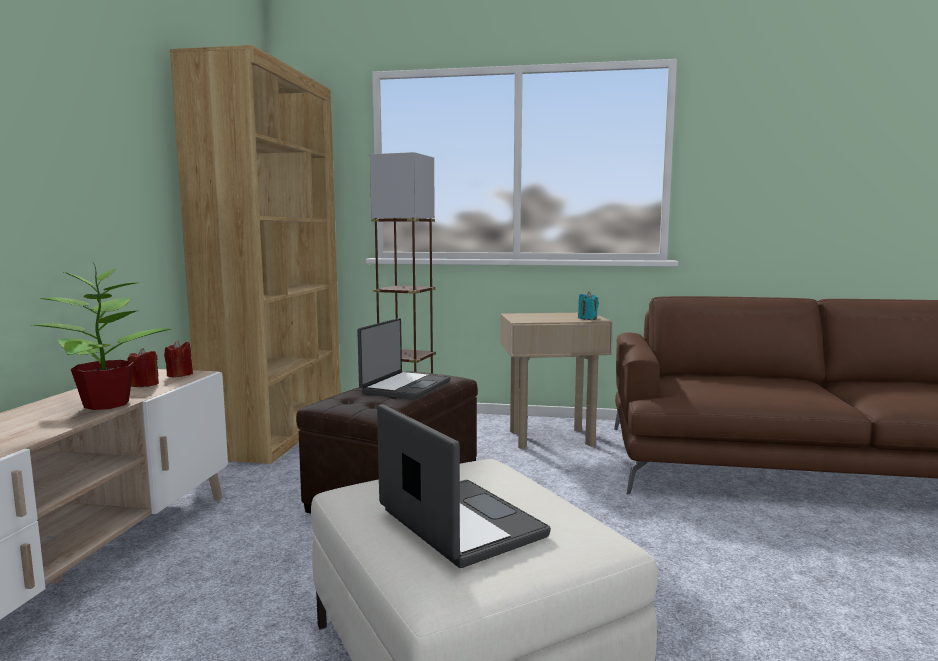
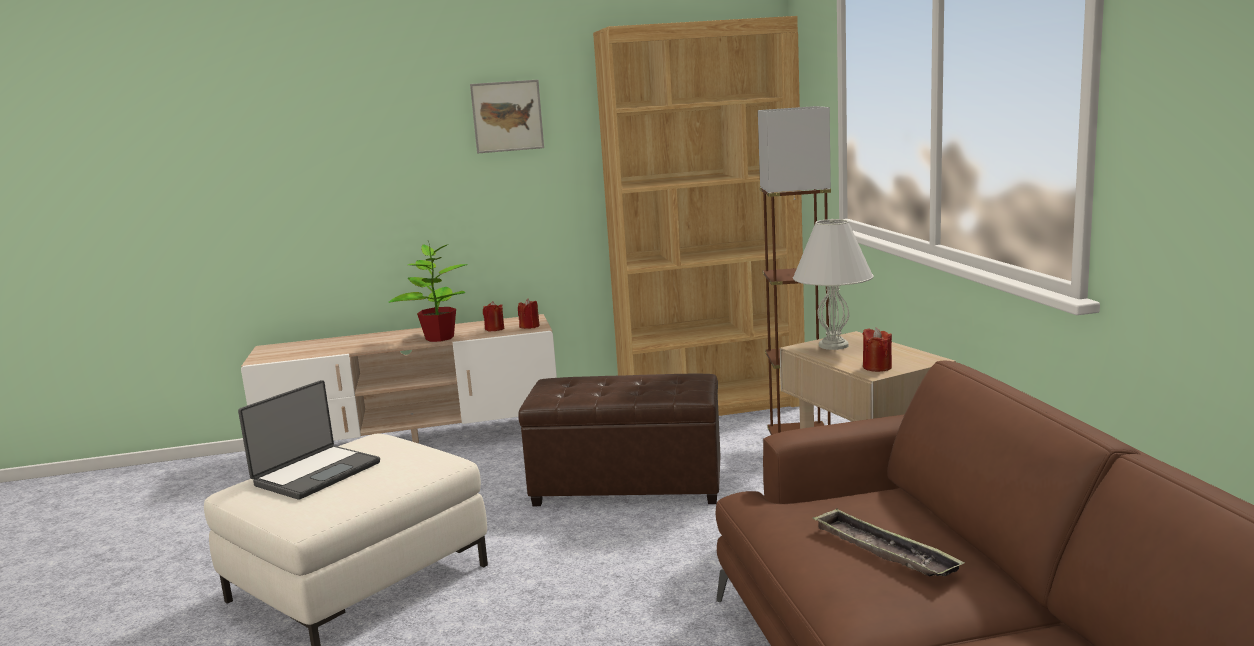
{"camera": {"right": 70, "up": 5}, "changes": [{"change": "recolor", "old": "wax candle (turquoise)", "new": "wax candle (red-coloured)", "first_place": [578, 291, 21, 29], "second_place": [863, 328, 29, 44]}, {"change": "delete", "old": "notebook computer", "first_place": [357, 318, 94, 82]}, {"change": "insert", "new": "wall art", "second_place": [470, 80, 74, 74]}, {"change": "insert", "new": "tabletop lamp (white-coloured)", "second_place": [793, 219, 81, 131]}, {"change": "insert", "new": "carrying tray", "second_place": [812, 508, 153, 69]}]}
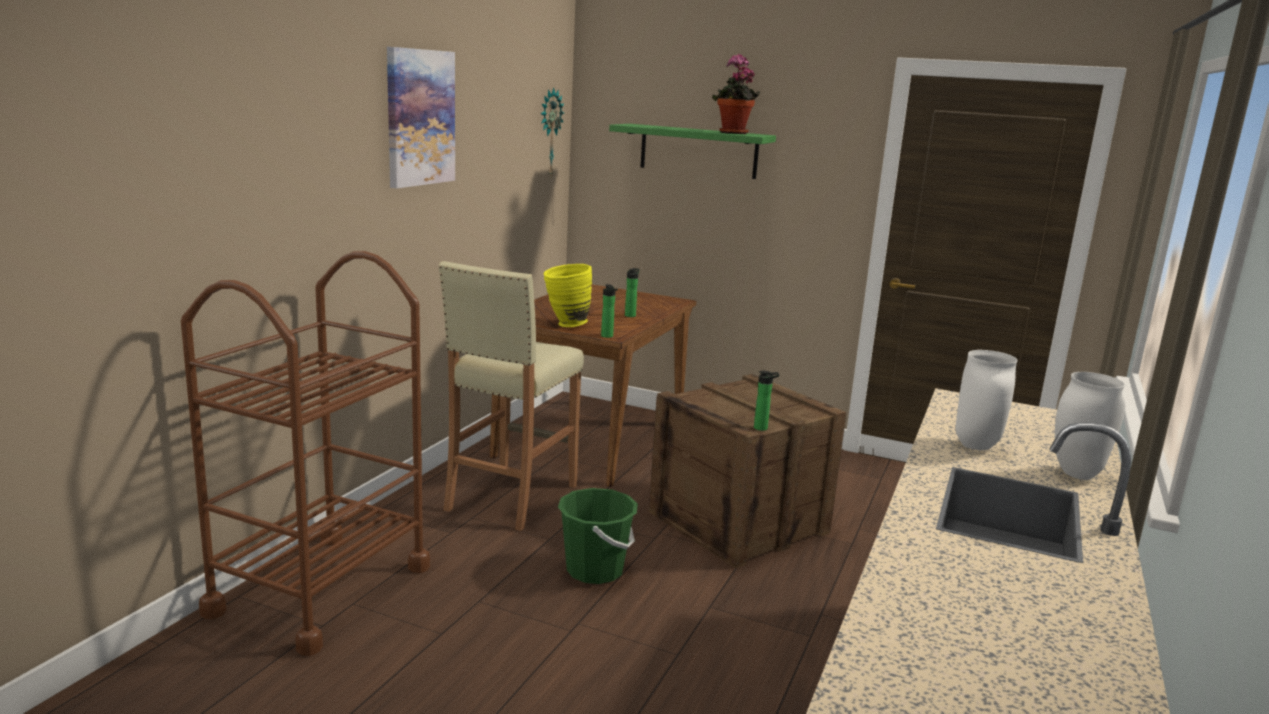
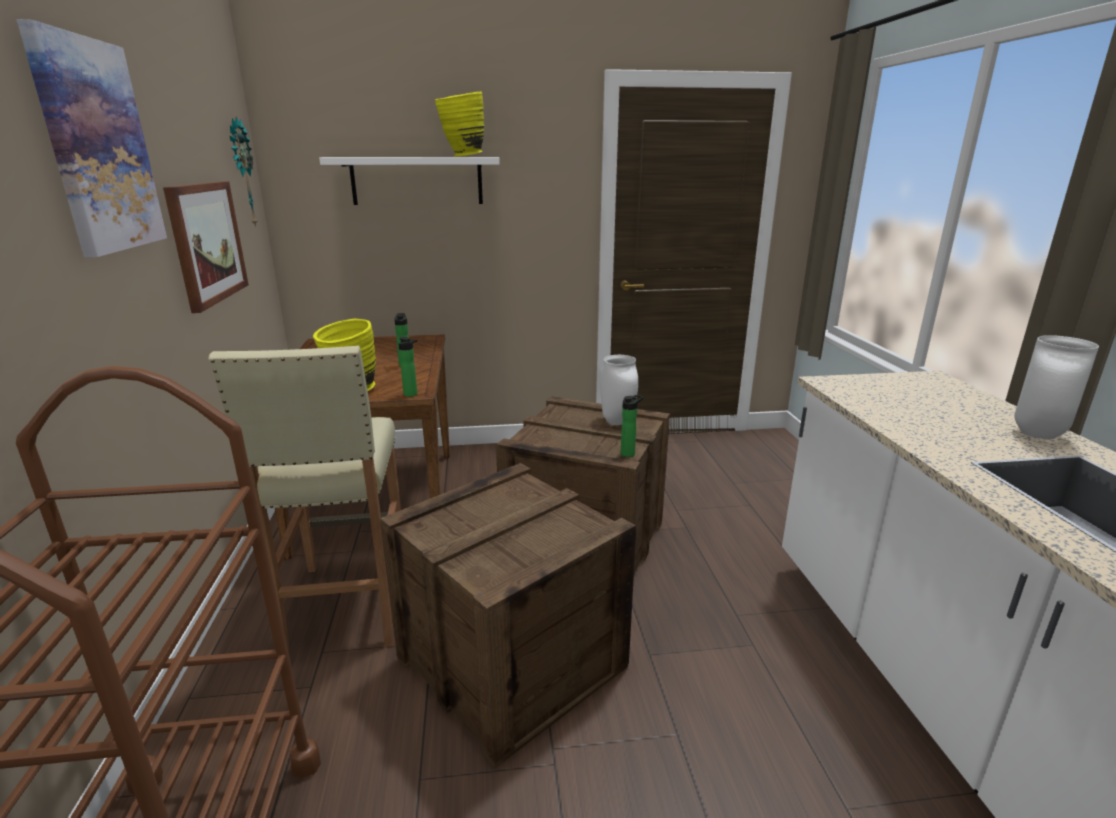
{"camera": {"right": -30, "up": 5}, "changes": [{"change": "replace", "old": "potted plant", "new": "decorative vase (yellow)", "first_place": [712, 54, 48, 80], "second_place": [435, 91, 49, 66]}, {"change": "recolor", "old": "bracket shelf (green-coloured)", "new": "bracket shelf (white-coloured)", "first_place": [609, 124, 167, 55], "second_place": [319, 157, 181, 48]}, {"change": "move", "old": "decorative vase (white-coloured)", "first_place": [955, 350, 62, 100], "second_place": [600, 355, 38, 70]}, {"change": "replace", "old": "pail (green-coloured)", "new": "shipping crate", "first_place": [558, 488, 80, 96], "second_place": [380, 463, 256, 305]}, {"change": "insert", "new": "wall art", "second_place": [163, 181, 86, 132]}]}
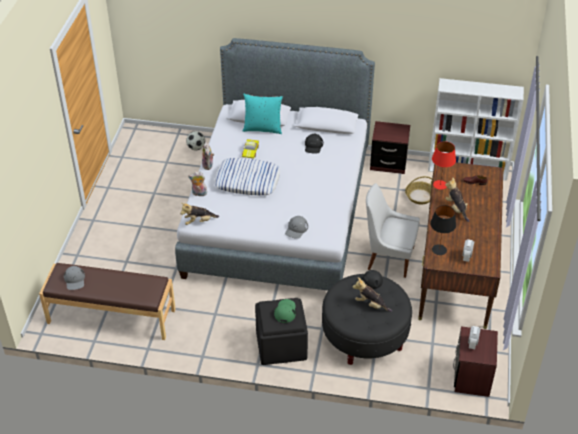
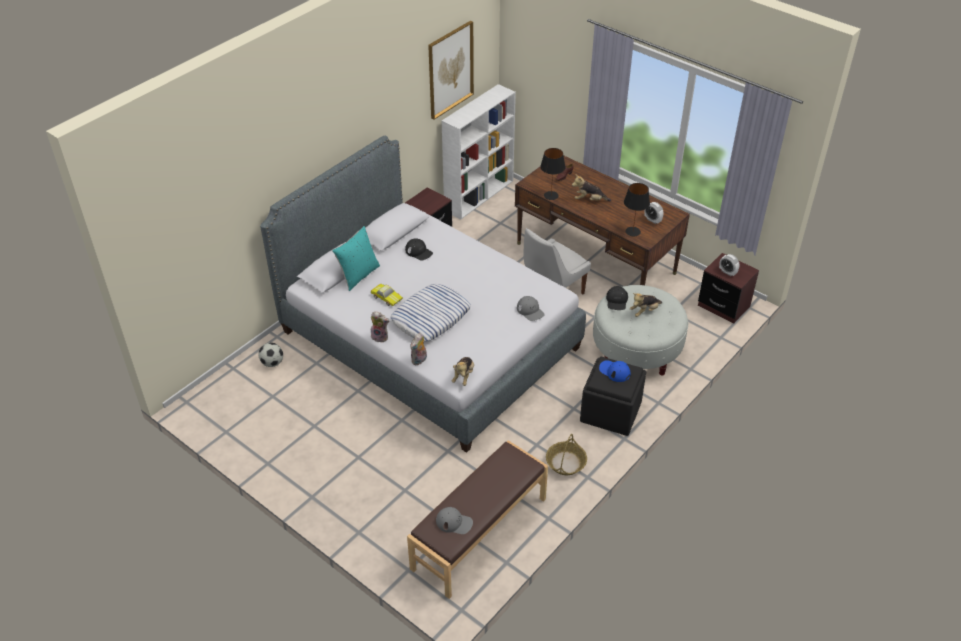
{"camera": {"right": -60, "up": 0}, "changes": [{"change": "recolor", "old": "tabletop lamp (red-coloured)", "new": "tabletop lamp (black)", "first_place": [432, 141, 24, 49], "second_place": [540, 148, 26, 52]}, {"change": "move", "old": "household basket", "first_place": [405, 176, 27, 28], "second_place": [546, 434, 41, 41]}, {"change": "recolor", "old": "pouffe (black)", "new": "pouffe (white-coloured)", "first_place": [322, 274, 90, 91], "second_place": [593, 285, 95, 91]}, {"change": "recolor", "old": "peaked cap (green-coloured)", "new": "peaked cap (blue)", "first_place": [274, 299, 22, 24], "second_place": [599, 360, 32, 22]}, {"change": "insert", "new": "wall art", "second_place": [428, 21, 46, 99]}]}
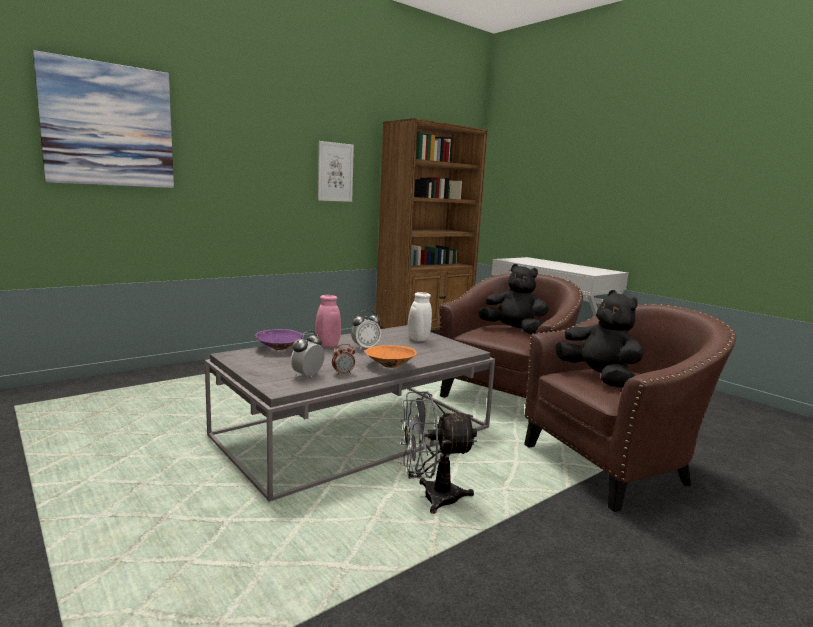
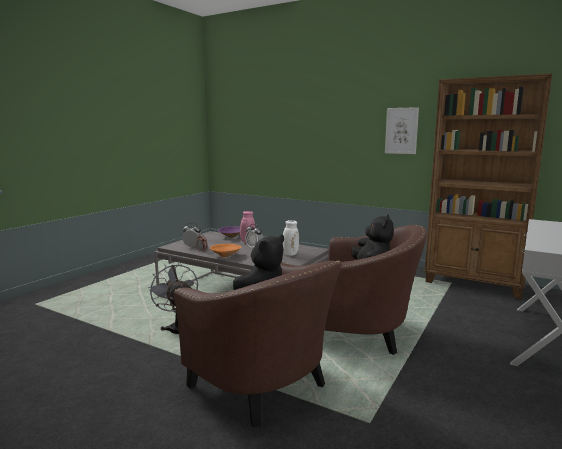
{"camera": {"right": 70, "up": 0}, "changes": [{"change": "delete", "old": "wall art", "first_place": [33, 50, 141, 138]}]}
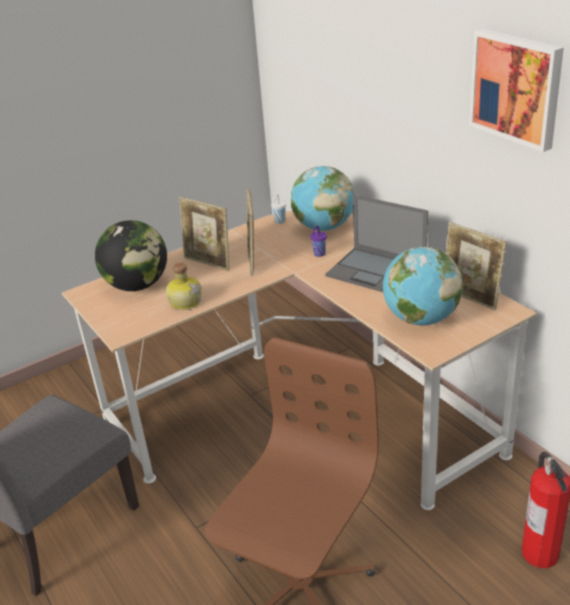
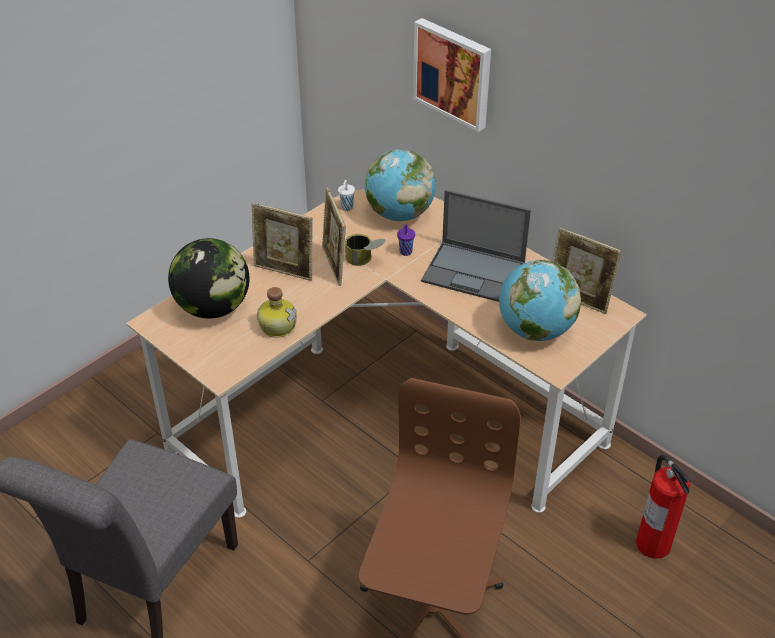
{"camera": {"right": -15, "up": 10}, "changes": [{"change": "move", "old": "wall art", "first_place": [469, 29, 95, 123], "second_place": [413, 18, 78, 114]}, {"change": "insert", "new": "metal can", "second_place": [345, 234, 41, 32]}]}
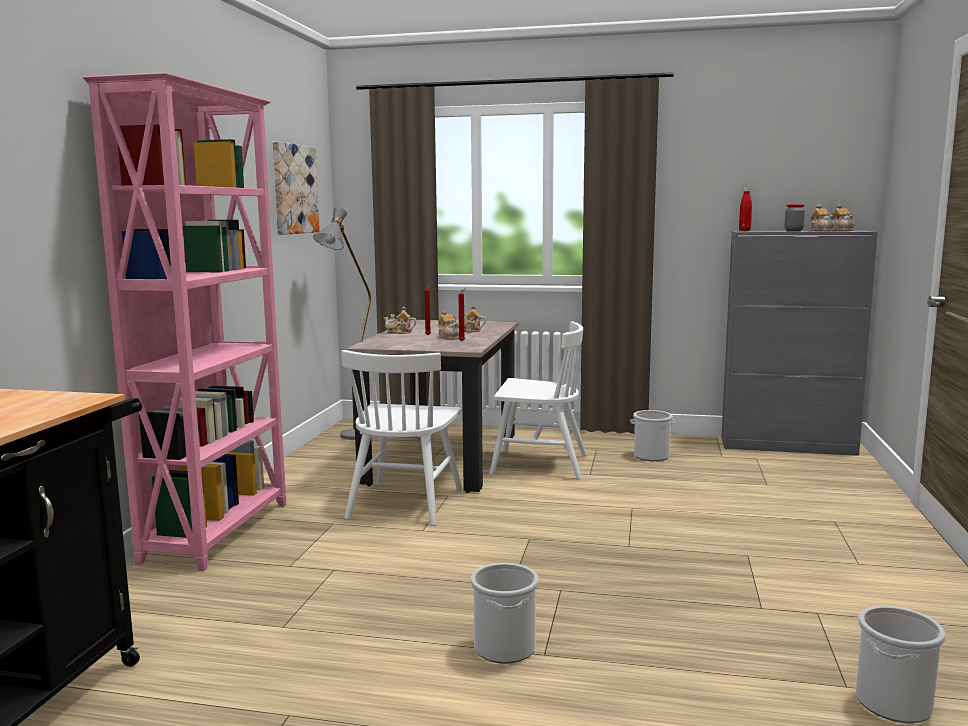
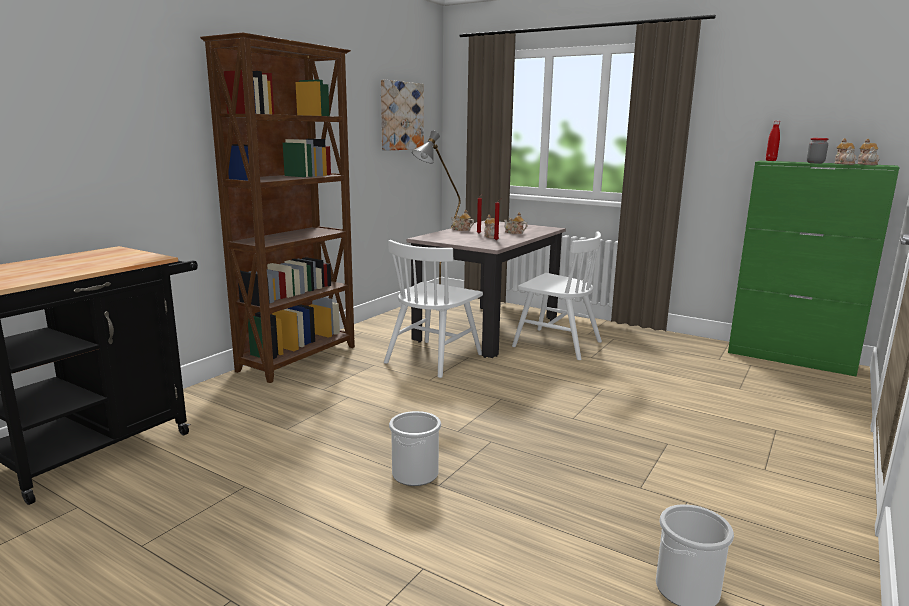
{"camera": {"right": 20, "up": 5}, "changes": [{"change": "recolor", "old": "bookcase (pink-coloured)", "new": "bookcase (brownish)", "first_place": [83, 72, 203, 499], "second_place": [200, 32, 155, 351]}, {"change": "recolor", "old": "cupboard (greyish)", "new": "cupboard (green-coloured)", "first_place": [721, 231, 157, 225], "second_place": [728, 161, 172, 216]}, {"change": "delete", "old": "pail", "first_place": [630, 410, 45, 51]}]}
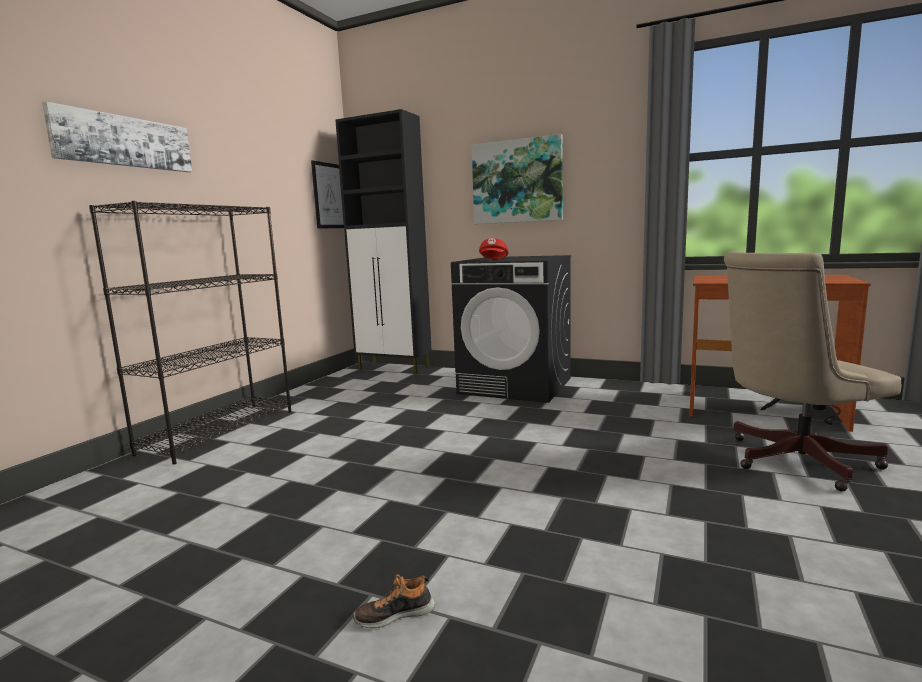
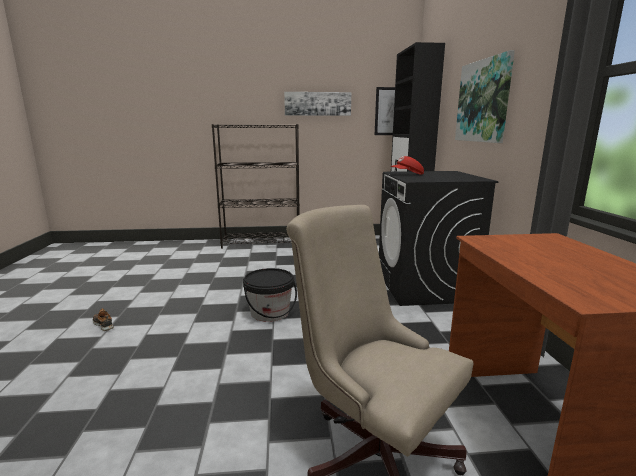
{"camera": {"right": 60, "up": 5}, "changes": [{"change": "move", "old": "wall art", "first_place": [42, 101, 150, 71], "second_place": [284, 92, 67, 24]}, {"change": "insert", "new": "pail (black)", "second_place": [243, 268, 54, 54]}]}
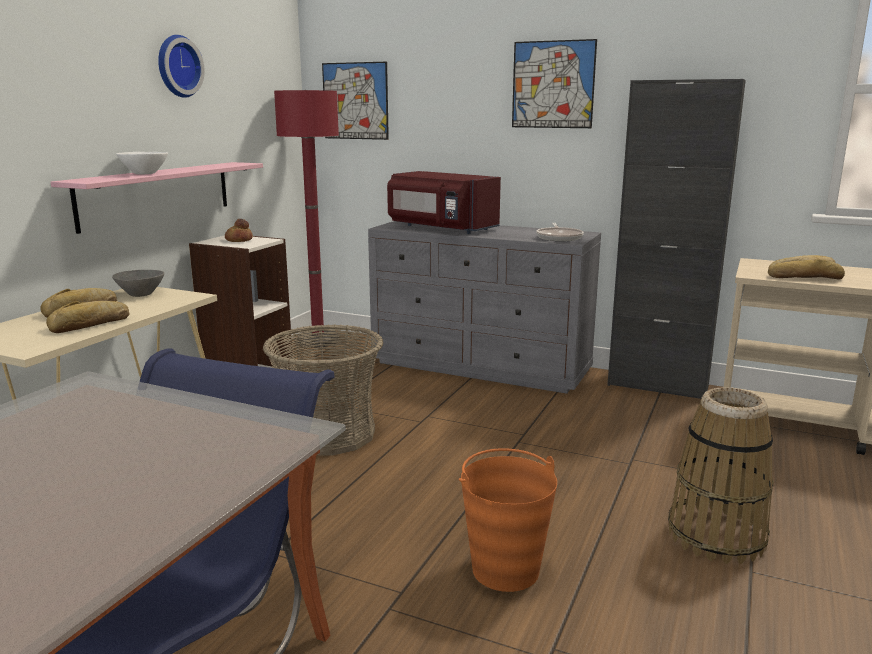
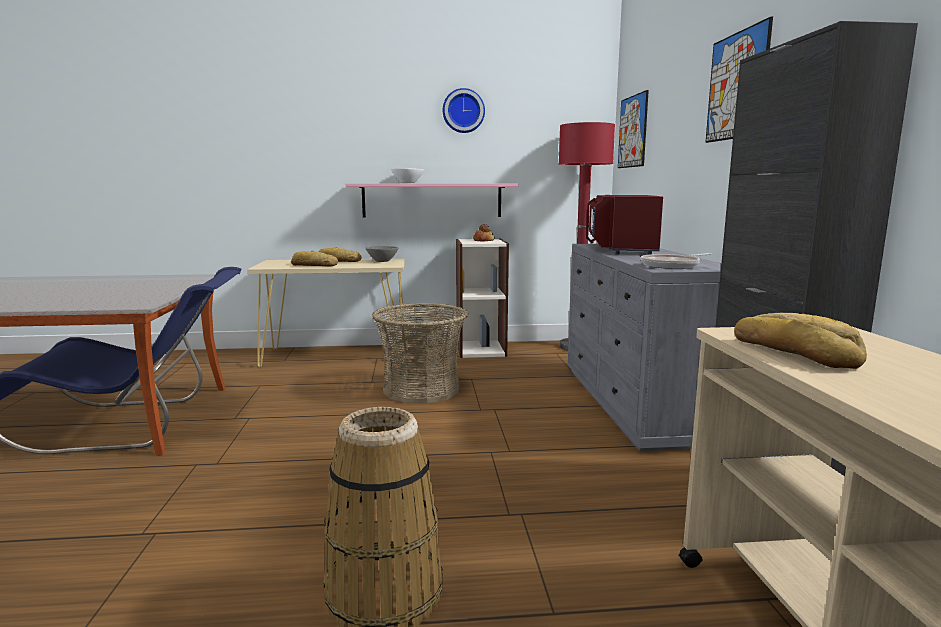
{"camera": {"right": 60, "up": -5}, "changes": [{"change": "delete", "old": "pail (orange)", "first_place": [459, 448, 98, 144]}]}
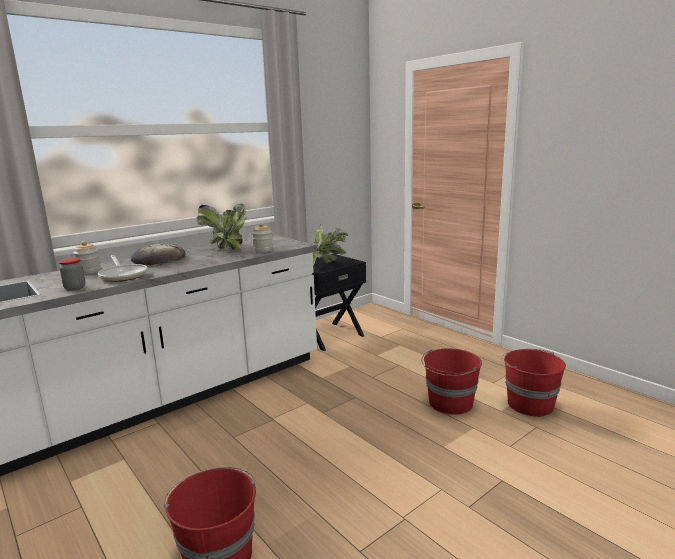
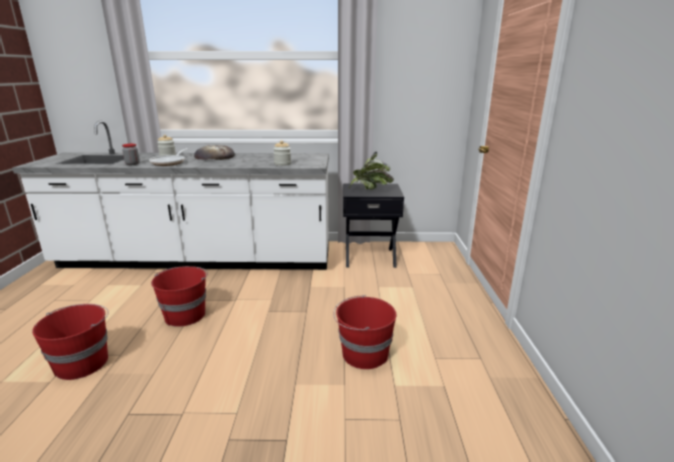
{"camera": {"right": 40, "up": 5}, "changes": [{"change": "delete", "old": "potted plant", "first_place": [197, 204, 50, 46]}, {"change": "move", "old": "pail (red-coloured)", "first_place": [501, 349, 65, 68], "second_place": [151, 266, 57, 61]}]}
